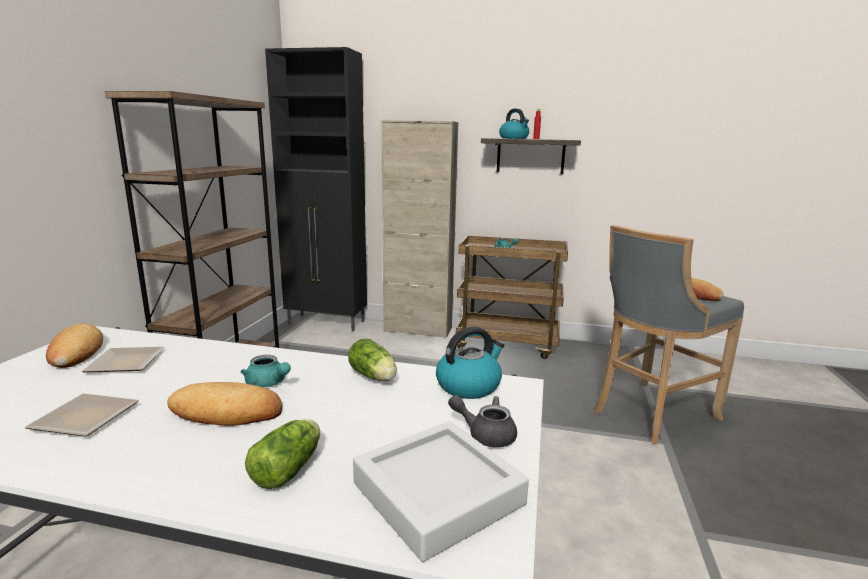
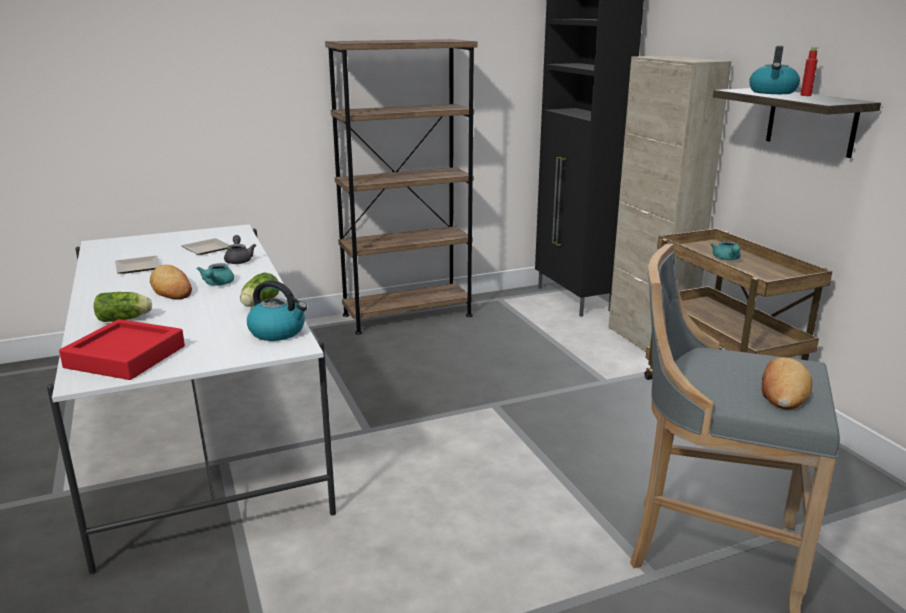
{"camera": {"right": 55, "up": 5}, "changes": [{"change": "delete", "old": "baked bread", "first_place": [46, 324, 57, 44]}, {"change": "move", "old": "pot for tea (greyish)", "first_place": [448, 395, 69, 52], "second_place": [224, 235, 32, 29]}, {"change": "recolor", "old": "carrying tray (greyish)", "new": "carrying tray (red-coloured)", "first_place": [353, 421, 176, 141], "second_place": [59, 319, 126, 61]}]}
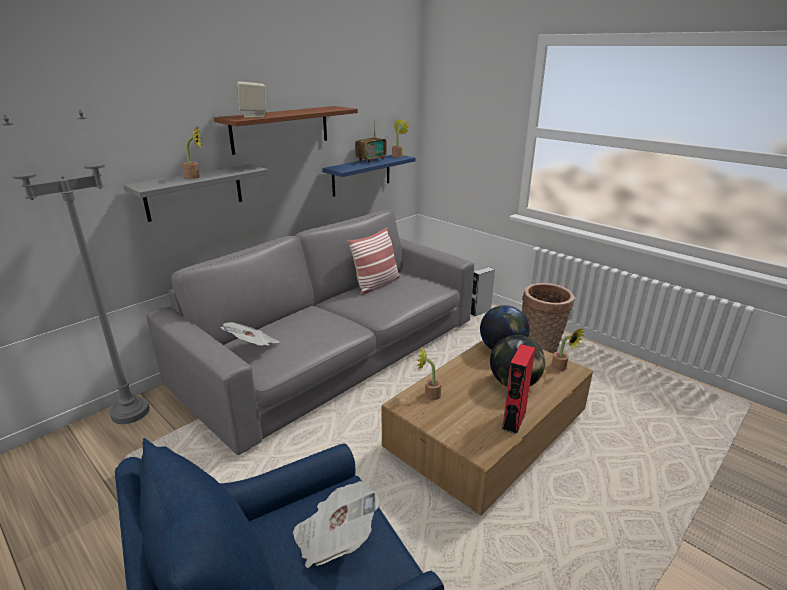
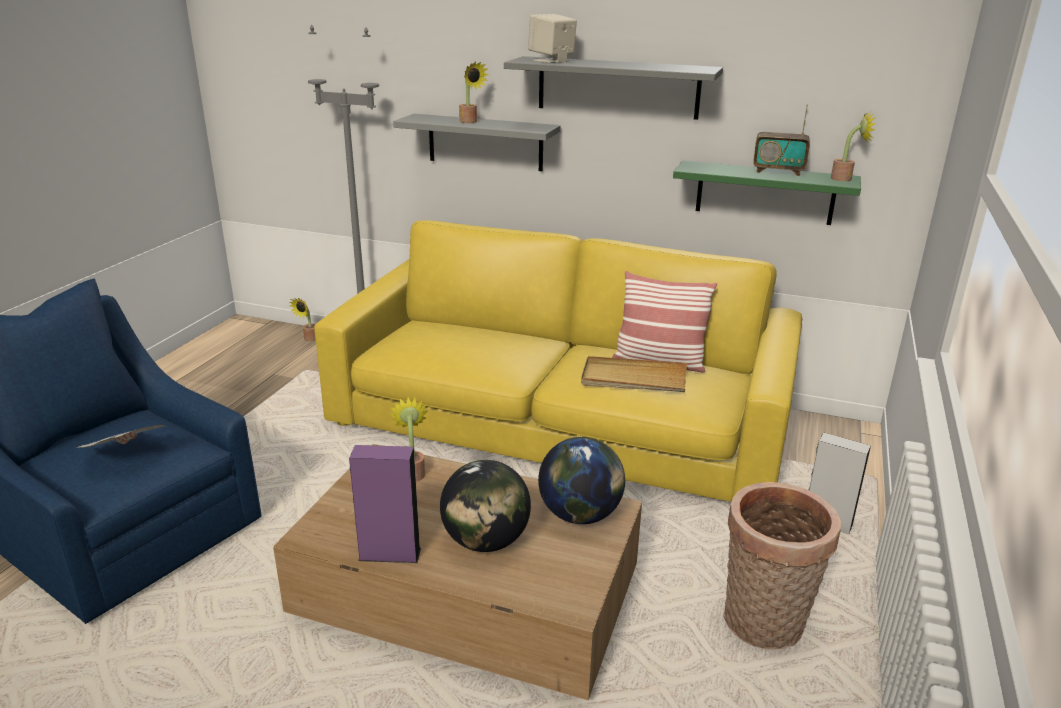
{"camera": {"right": 65, "up": 0}, "changes": [{"change": "recolor", "old": "bracket shelf (brownish)", "new": "bracket shelf (greyish)", "first_place": [214, 106, 144, 49], "second_place": [504, 56, 219, 64]}, {"change": "recolor", "old": "bracket shelf (blue)", "new": "bracket shelf (green-coloured)", "first_place": [322, 155, 93, 42], "second_place": [673, 161, 188, 64]}, {"change": "recolor", "old": "settee (greyish)", "new": "settee (yellow)", "first_place": [146, 210, 328, 245], "second_place": [314, 220, 488, 282]}, {"change": "delete", "old": "daily paper", "first_place": [220, 322, 60, 24]}, {"change": "move", "old": "potted plant", "first_place": [551, 329, 34, 42], "second_place": [290, 297, 26, 44]}, {"change": "recolor", "old": "speaker (red-coloured)", "new": "speaker (purple-coloured)", "first_place": [502, 344, 33, 90], "second_place": [349, 445, 72, 118]}, {"change": "insert", "new": "carrying tray (sand-coloured)", "second_place": [581, 356, 106, 36]}]}
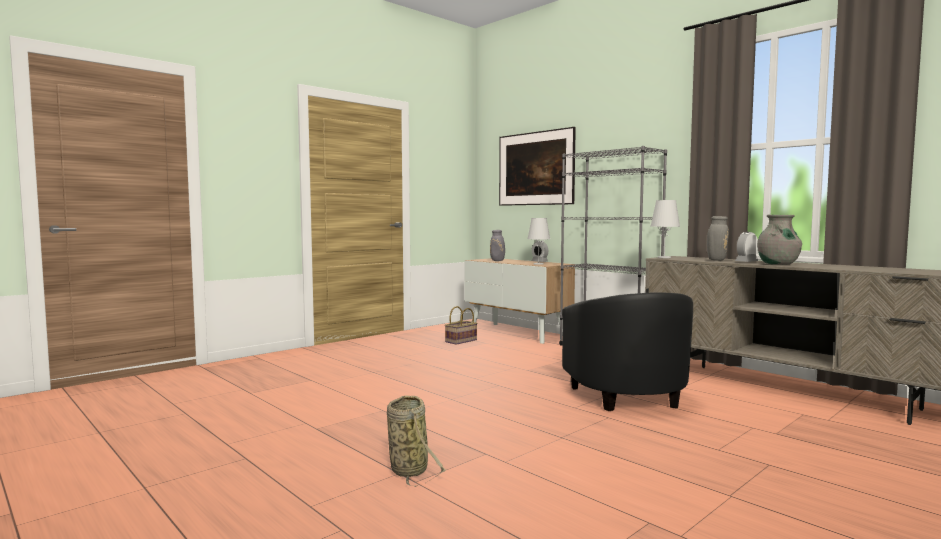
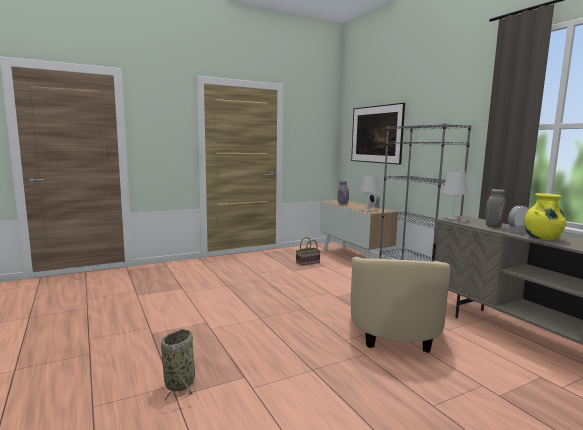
{"camera": {"right": 15, "up": 5}, "changes": [{"change": "recolor", "old": "decorative vase (greyish)", "new": "decorative vase (yellow)", "first_place": [757, 215, 45, 50], "second_place": [524, 193, 42, 47]}, {"change": "recolor", "old": "lounge chair (black)", "new": "lounge chair (sand-coloured)", "first_place": [562, 292, 131, 119], "second_place": [351, 257, 99, 96]}]}
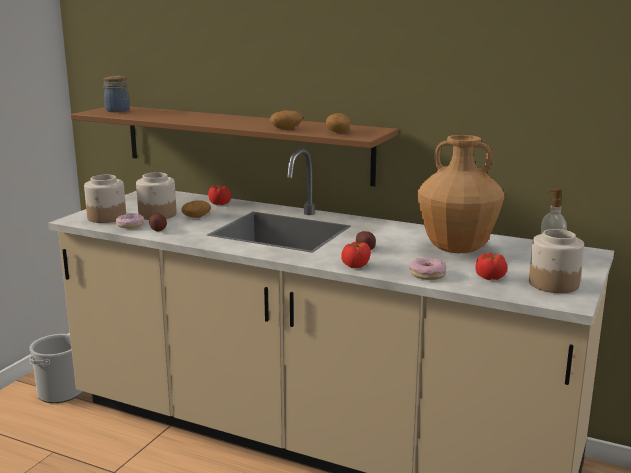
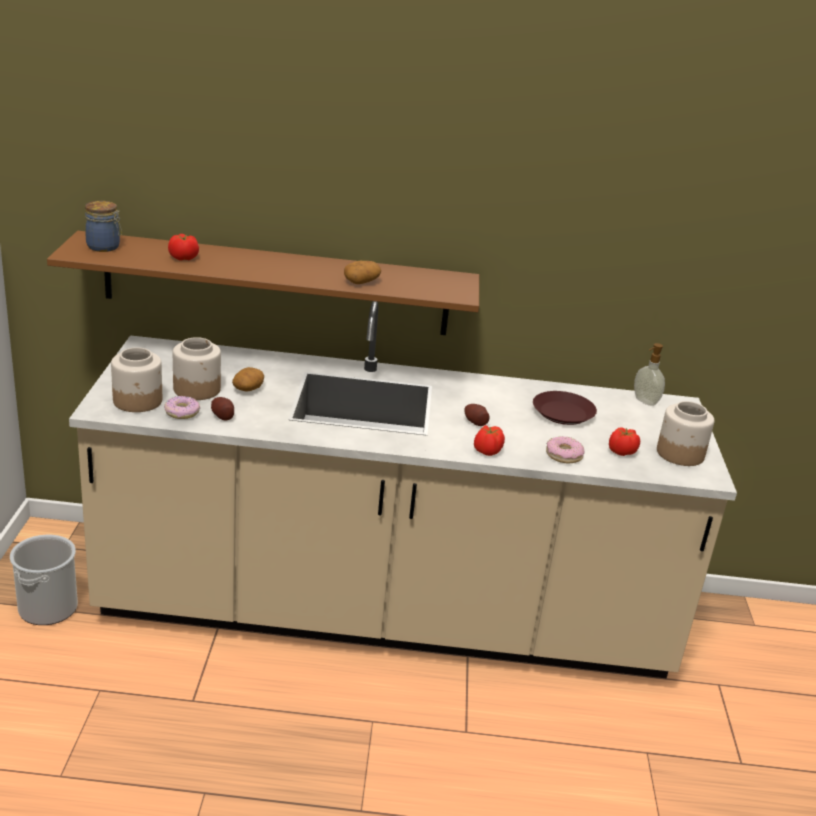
{"camera": {"right": -25, "up": 10}, "changes": [{"change": "delete", "old": "whole potato", "first_place": [326, 113, 24, 20]}, {"change": "replace", "old": "decorative vase (brownish)", "new": "plate (brownish)", "first_place": [417, 135, 87, 118], "second_place": [533, 391, 64, 34]}, {"change": "move", "old": "tomato", "first_place": [208, 185, 23, 20], "second_place": [168, 234, 31, 27]}]}
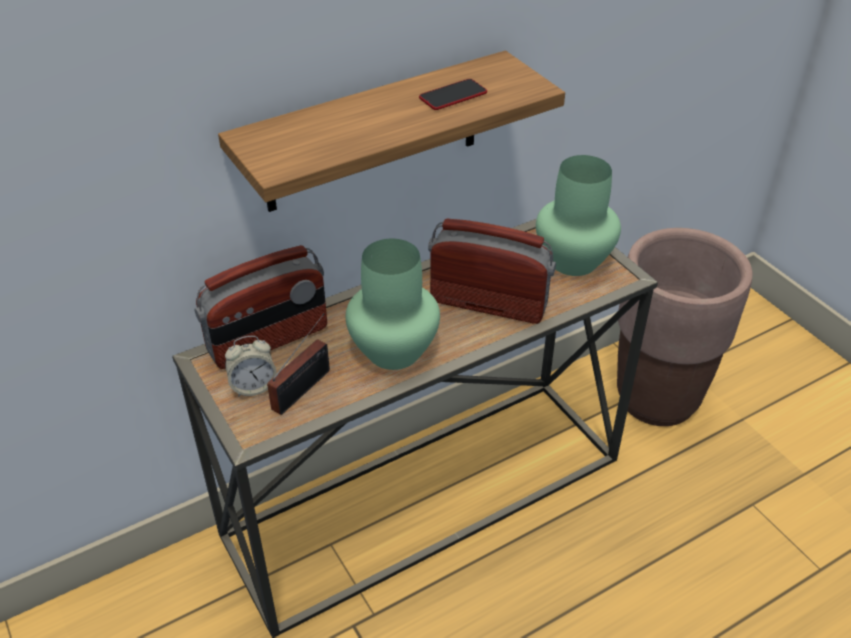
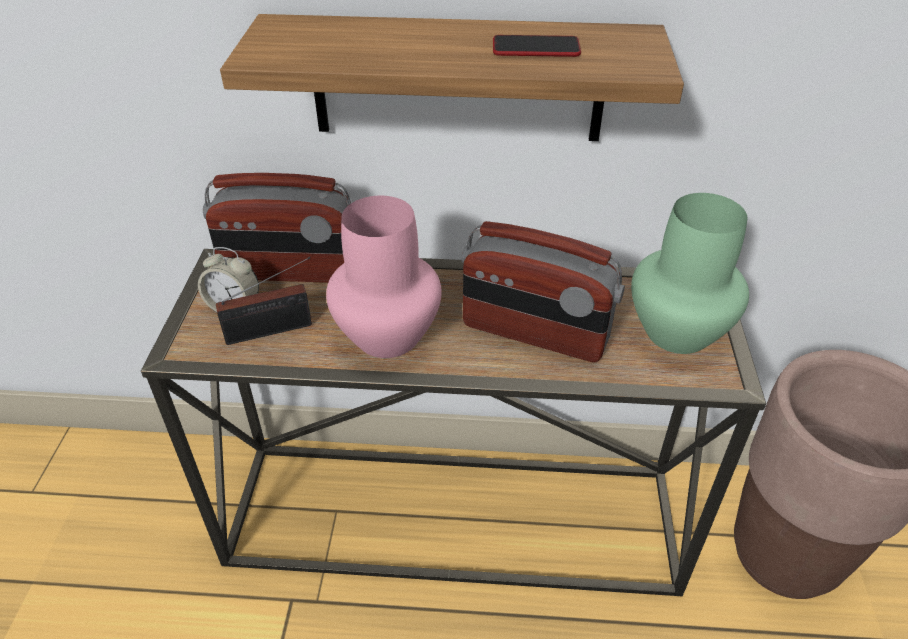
{"camera": {"right": 35, "up": 0}, "changes": [{"change": "rotate", "old": "radio set", "first_place": [428, 219, 128, 105], "second_place": [461, 221, 164, 141], "degrees": 150}, {"change": "recolor", "old": "decorative vase (green-coloured)", "new": "decorative vase (pink-coloured)", "first_place": [346, 239, 94, 131], "second_place": [326, 196, 116, 162]}]}
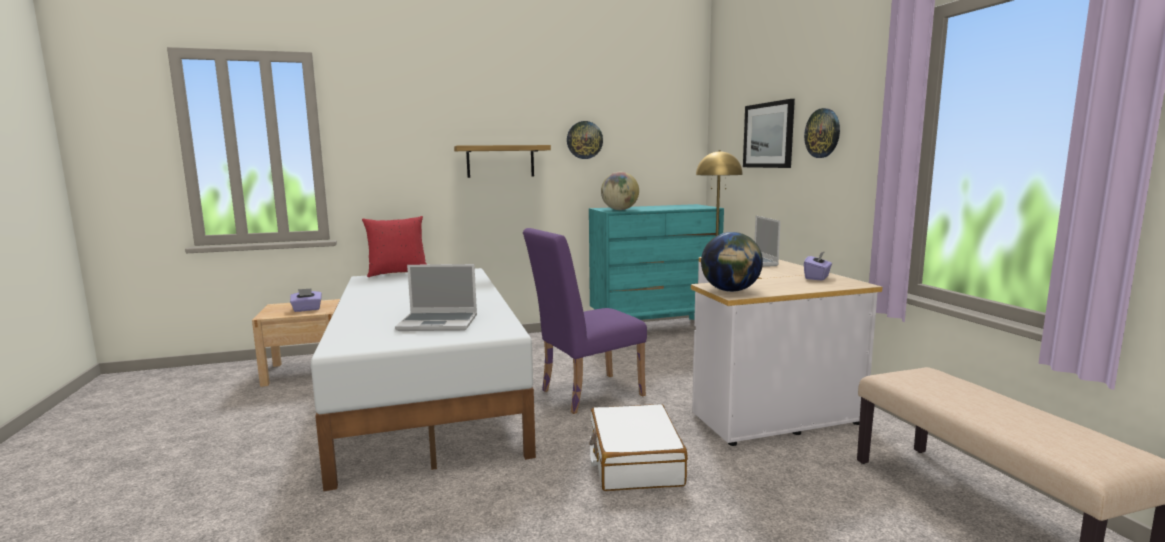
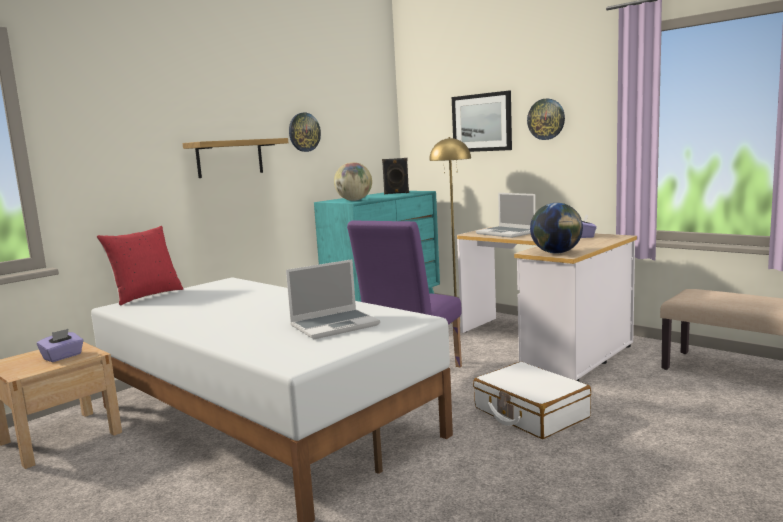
{"camera": {"right": -30, "up": 0}, "changes": [{"change": "insert", "new": "speaker (black)", "second_place": [382, 158, 27, 36]}]}
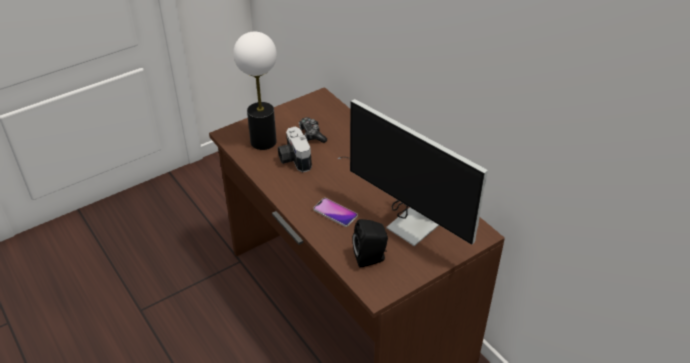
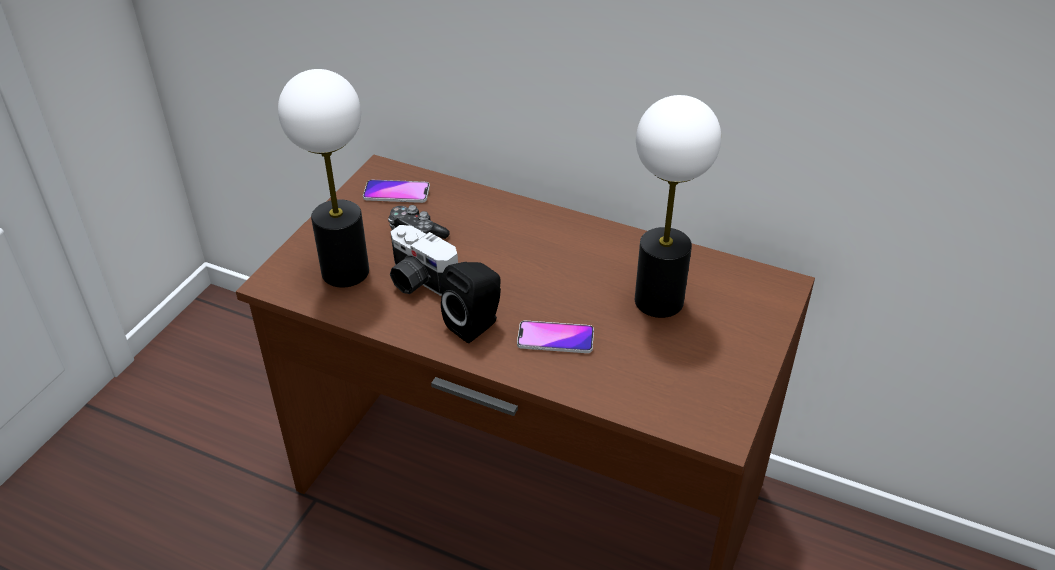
{"camera": {"right": -30, "up": 0}, "changes": [{"change": "replace", "old": "computer display", "new": "tabletop lamp", "first_place": [338, 99, 150, 147], "second_place": [635, 95, 86, 223]}, {"change": "move", "old": "speaker (black)", "first_place": [352, 219, 36, 49], "second_place": [441, 262, 60, 81]}, {"change": "insert", "new": "phone", "second_place": [363, 180, 67, 23]}]}
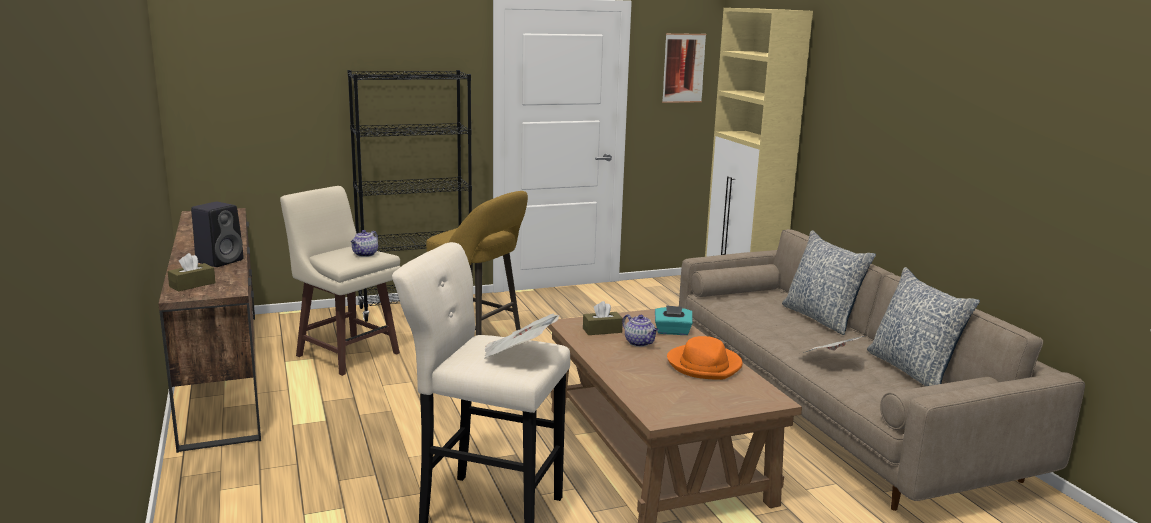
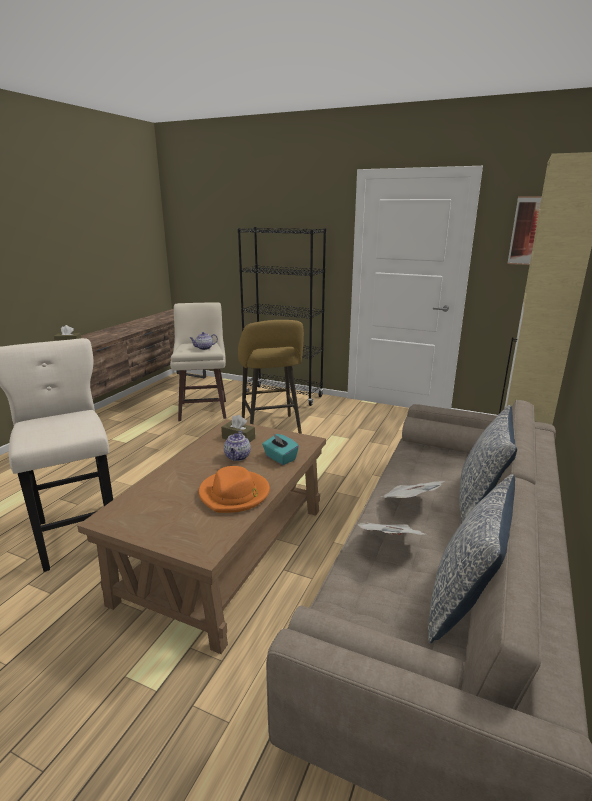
{"camera": {"right": 45, "up": 5}, "changes": [{"change": "delete", "old": "speaker (black)", "first_place": [191, 202, 53, 65]}, {"change": "move", "old": "daily paper", "first_place": [484, 313, 75, 46], "second_place": [381, 481, 64, 17]}]}
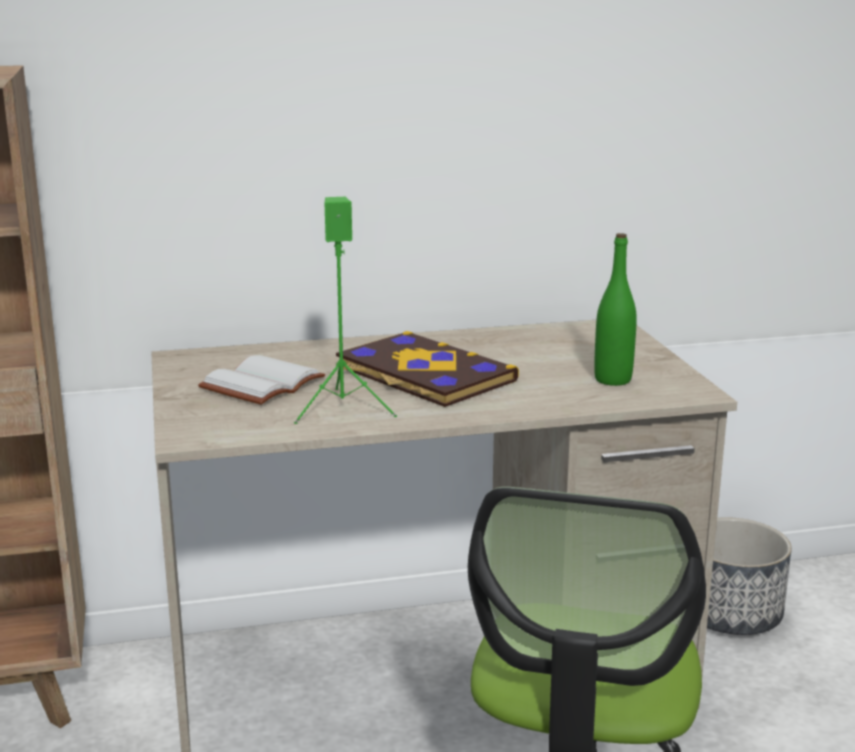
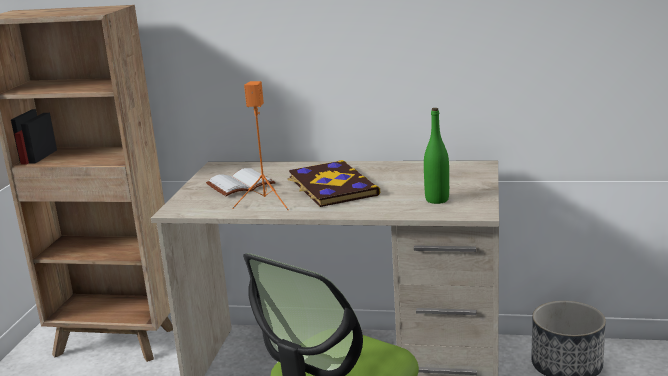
{"camera": {"right": 25, "up": 0}, "changes": [{"change": "recolor", "old": "speaker (green-coloured)", "new": "speaker (orange)", "first_place": [294, 197, 103, 227], "second_place": [232, 81, 57, 129]}]}
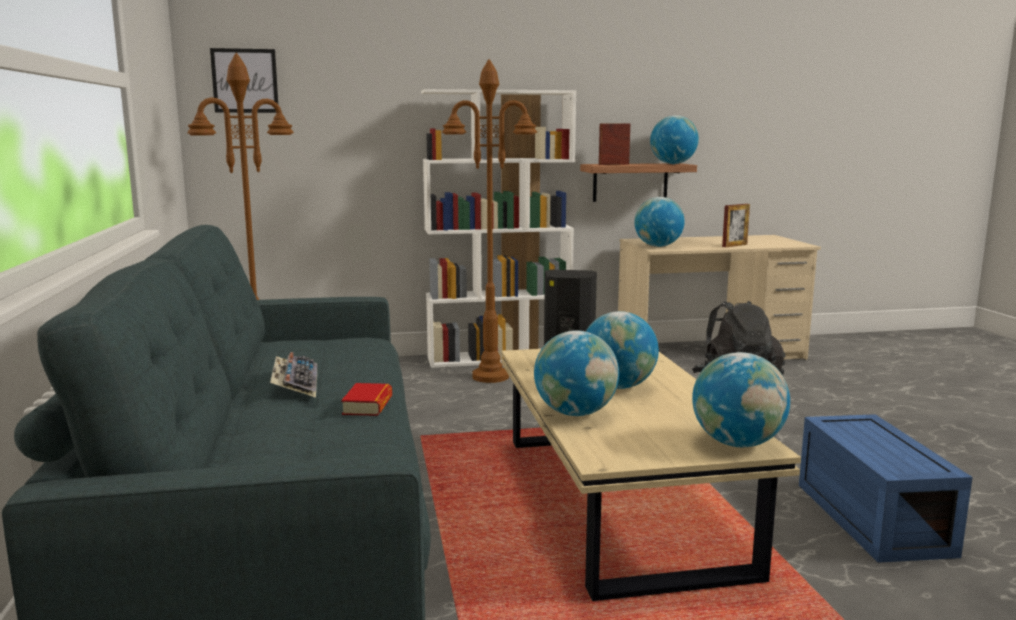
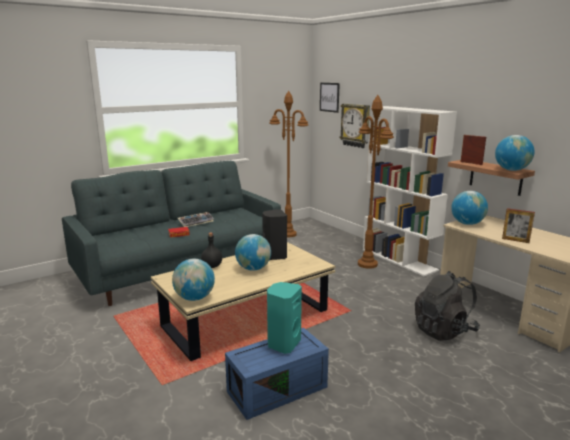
{"camera": {"right": 65, "up": 5}, "changes": [{"change": "replace", "old": "globe", "new": "drink bottle (black)", "first_place": [534, 330, 85, 86], "second_place": [201, 232, 21, 36]}, {"change": "insert", "new": "clock on the wall", "second_place": [340, 103, 30, 45]}, {"change": "insert", "new": "speaker (turquoise)", "second_place": [267, 282, 35, 72]}]}
